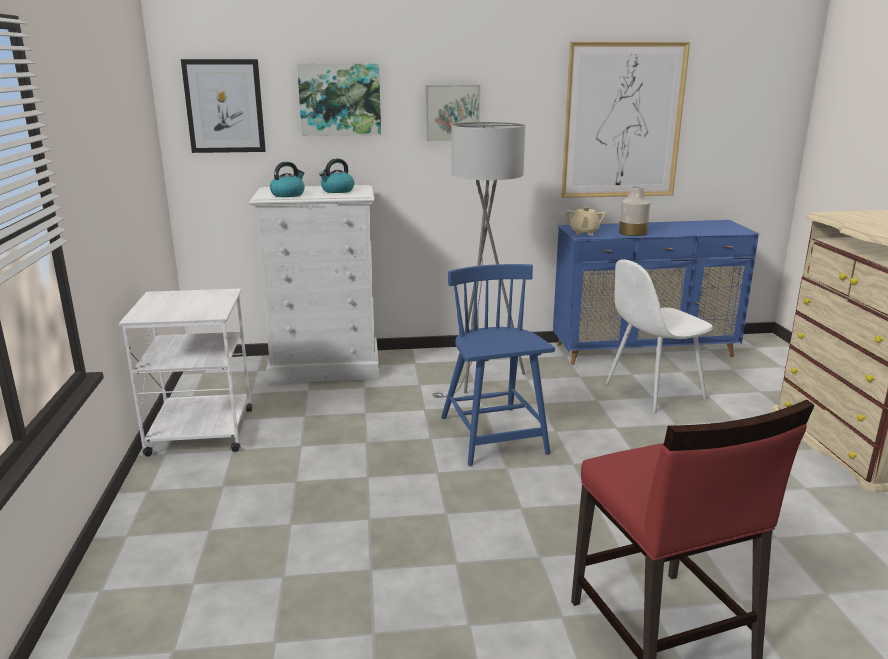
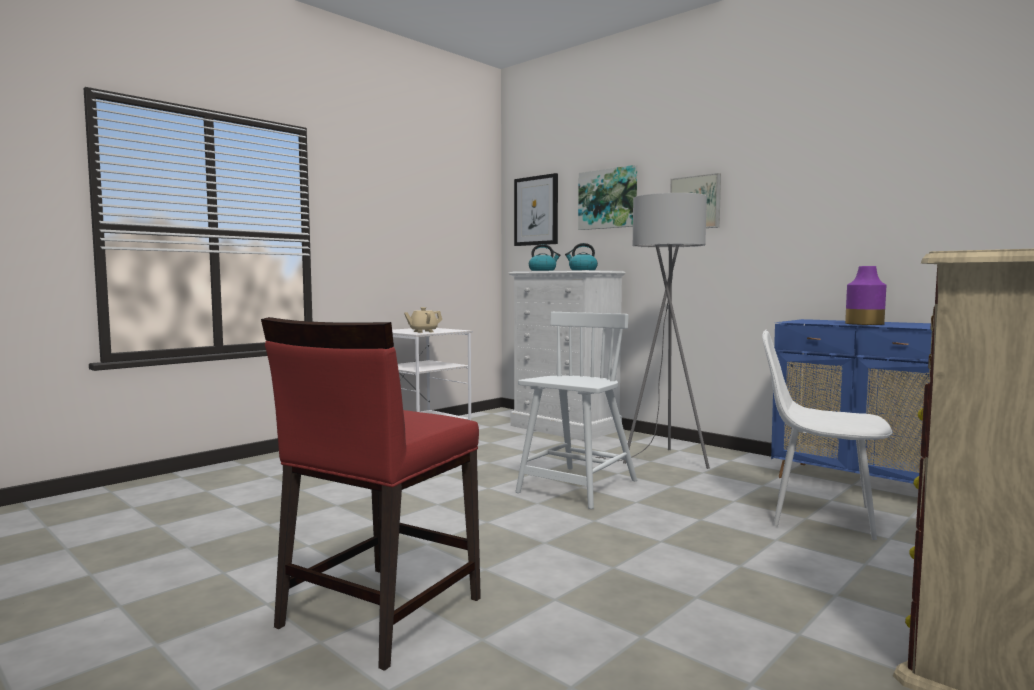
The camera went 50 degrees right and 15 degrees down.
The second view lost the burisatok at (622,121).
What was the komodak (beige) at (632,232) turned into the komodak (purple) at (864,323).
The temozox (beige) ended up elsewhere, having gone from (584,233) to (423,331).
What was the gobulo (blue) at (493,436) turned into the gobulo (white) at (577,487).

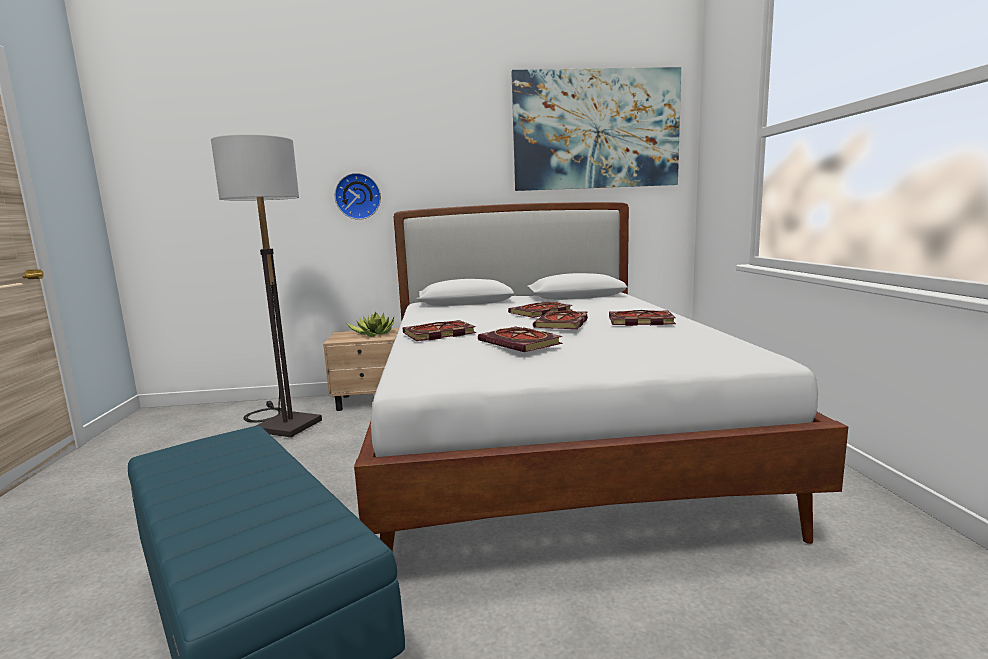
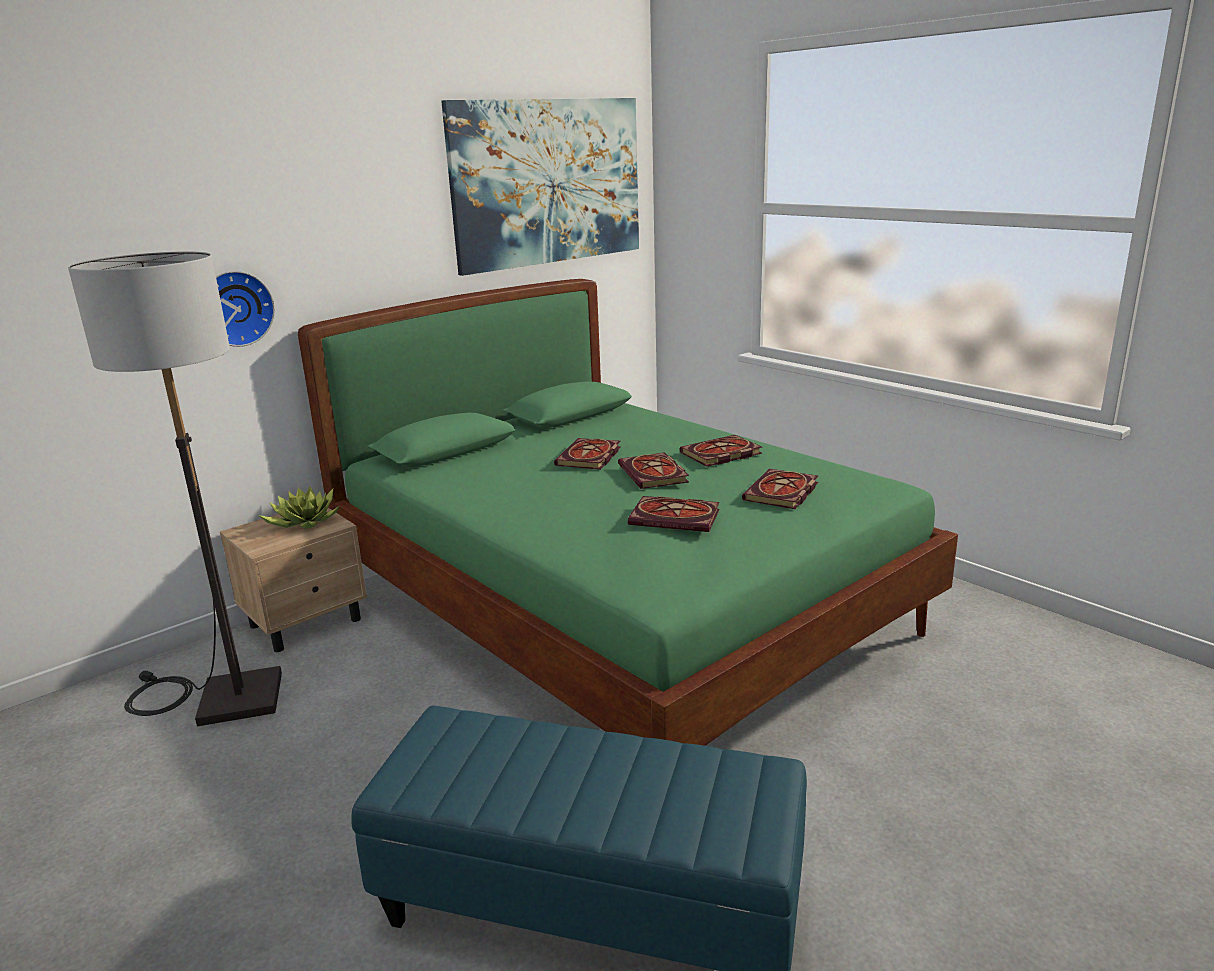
The camera went 35 degrees left and 10 degrees up.
What was the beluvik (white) at (547,444) turned into the beluvik (green) at (620,612).
The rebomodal ended up elsewhere, having gone from (438,334) to (782,493).

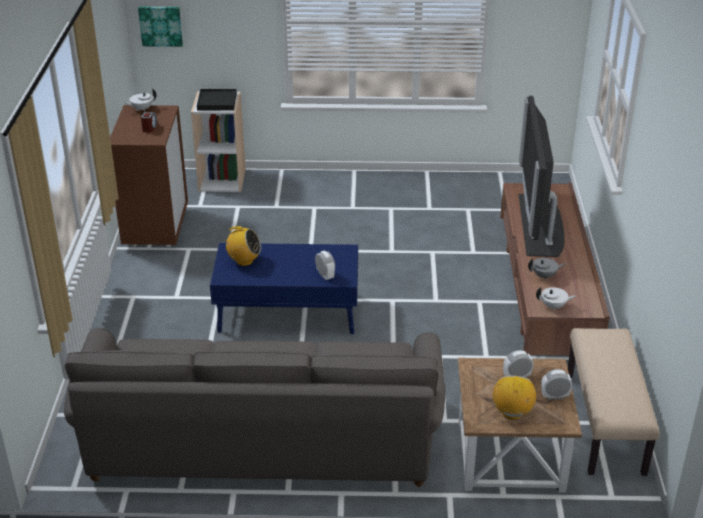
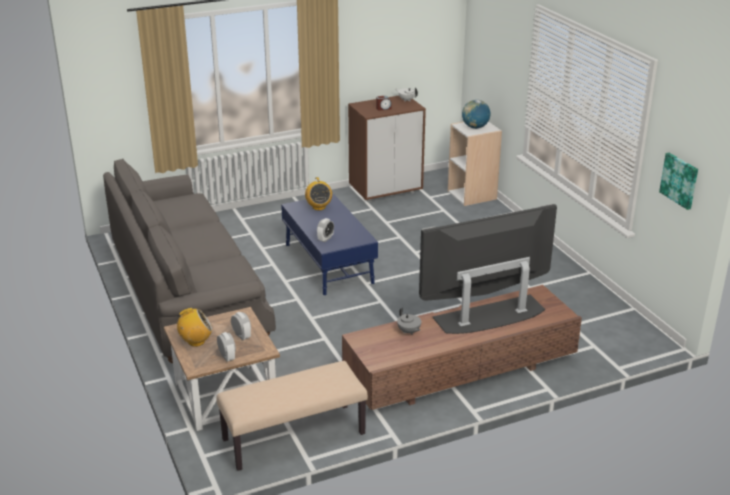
The camera went 65 degrees right and 5 degrees down.
The burisatok ended up elsewhere, having gone from (161,25) to (680,180).
Where the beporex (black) stood at (217,102), the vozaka came to stand at (475,127).
The second view lost the temozox (white) at (553,306).

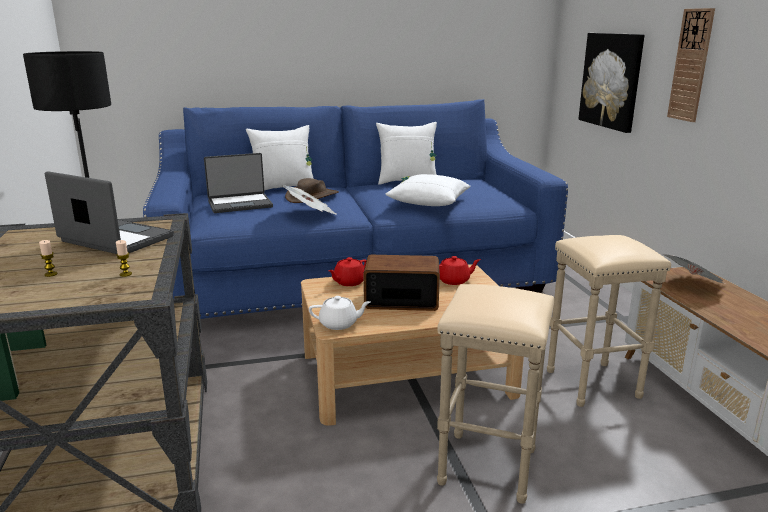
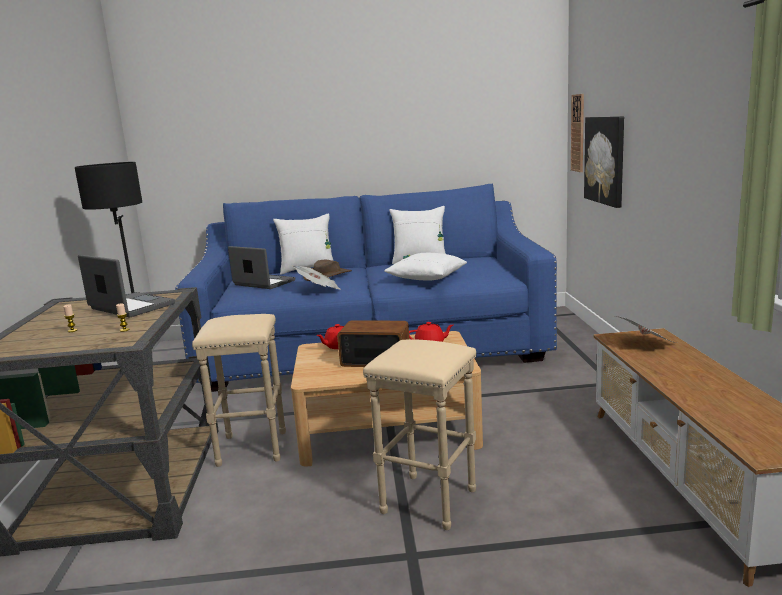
The camera went 10 degrees right and 5 degrees down.
The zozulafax ended up elsewhere, having gone from (691,65) to (578,133).
The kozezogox at (240,204) ended up facing another way, 135 degrees counterclockwise from before.
The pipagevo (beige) ended up elsewhere, having gone from (595,384) to (253,448).
The second view lost the temozox (white) at (339,324).

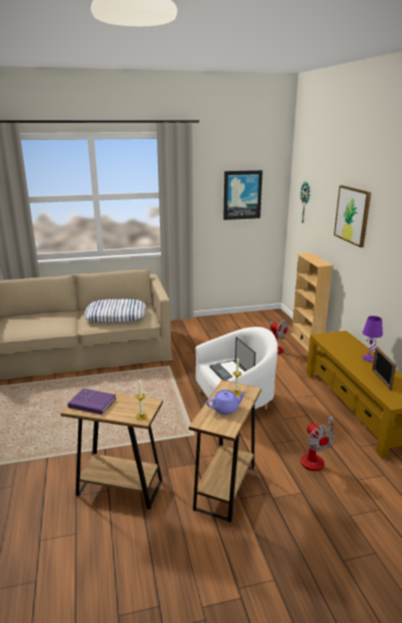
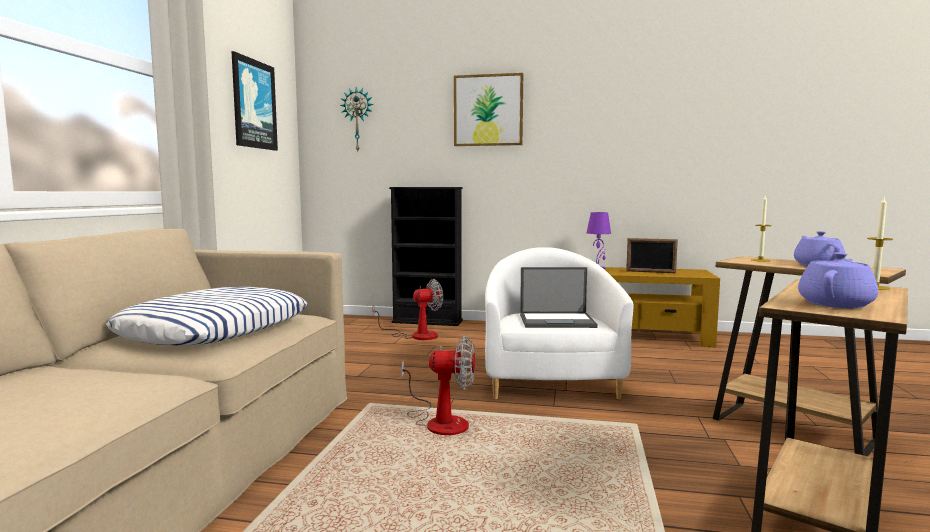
The camera went 65 degrees left and 15 degrees down.
What was the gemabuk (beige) at (306,342) turned into the gemabuk (black) at (427,321).
Where the rebomodal (purple) stood at (92,403), the temozox (purple) came to stand at (836,304).
The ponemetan ended up elsewhere, having gone from (315,457) to (440,422).

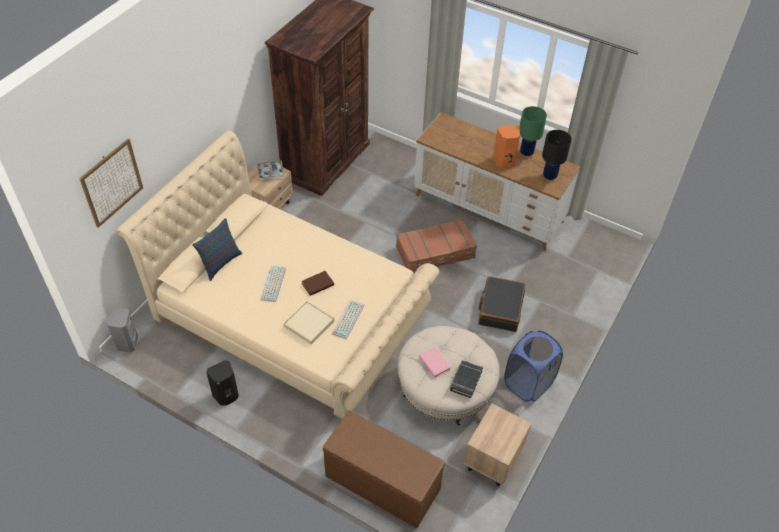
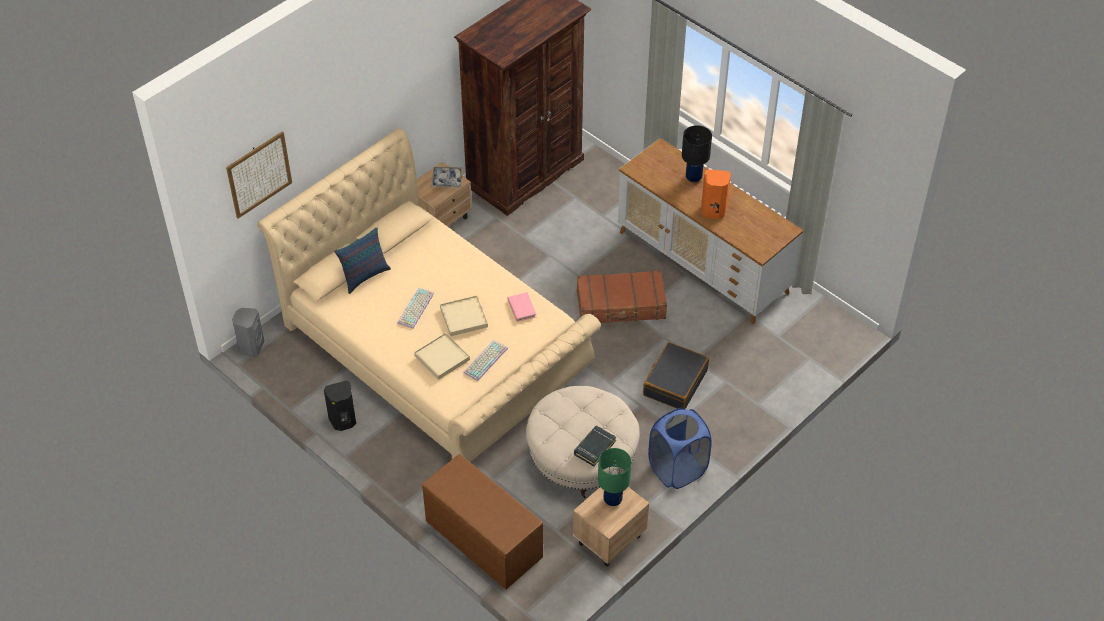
The camera went 15 degrees right and 0 degrees up.
The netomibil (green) ended up elsewhere, having gone from (526,153) to (612,500).
The netomibil (black) ended up elsewhere, having gone from (550,176) to (694,178).
Where the rebomodal (brown) stood at (318,284), the beporex (beige) came to stand at (463,317).
The rebomodal (pink) ended up elsewhere, having gone from (434,363) to (521,308).

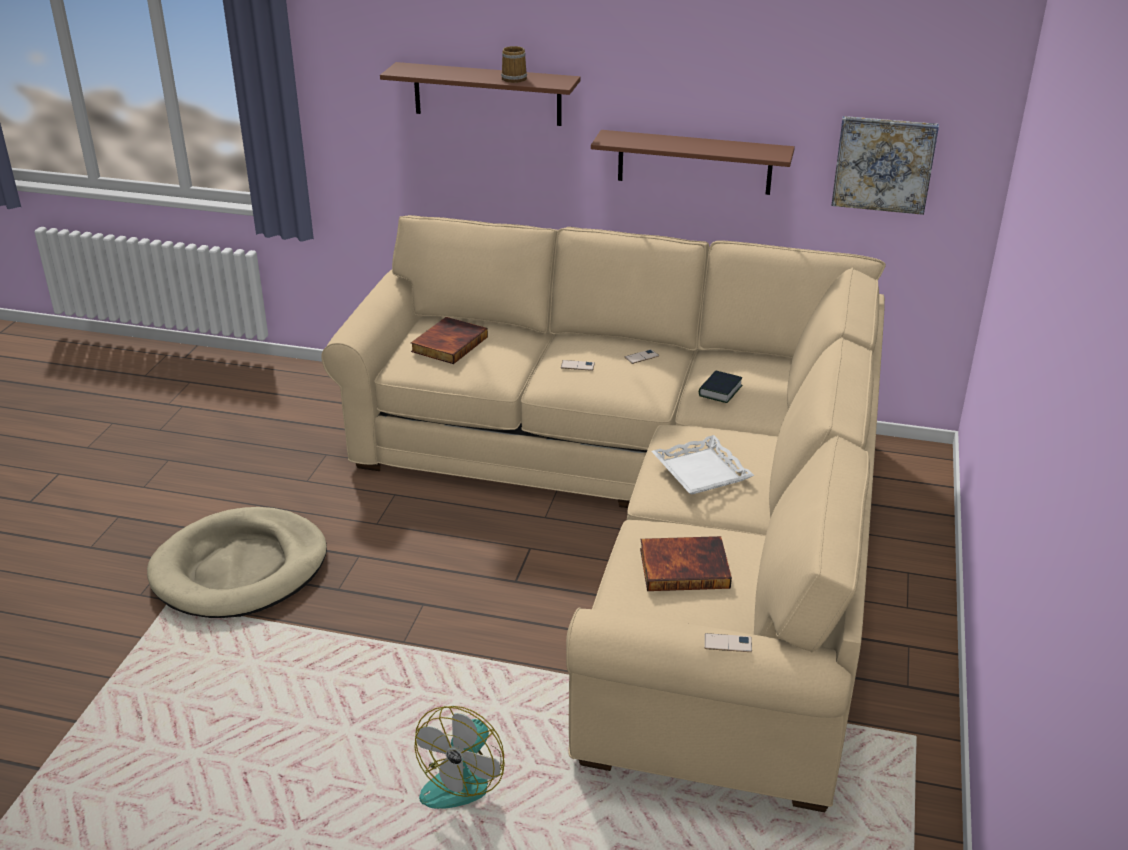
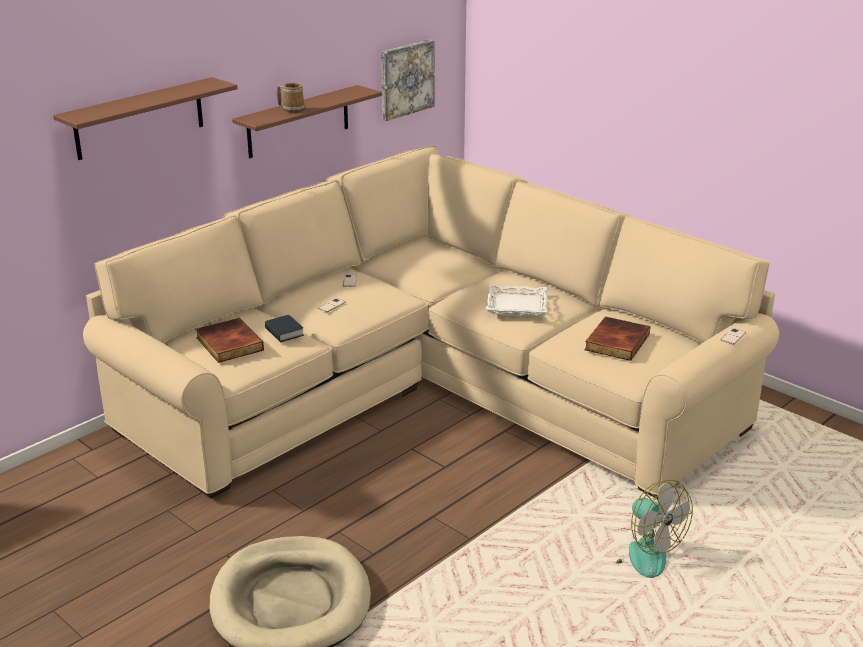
The camera went 60 degrees left and 5 degrees down.
The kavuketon ended up elsewhere, having gone from (514,78) to (292,109).
The rebomodal ended up elsewhere, having gone from (720,391) to (284,332).

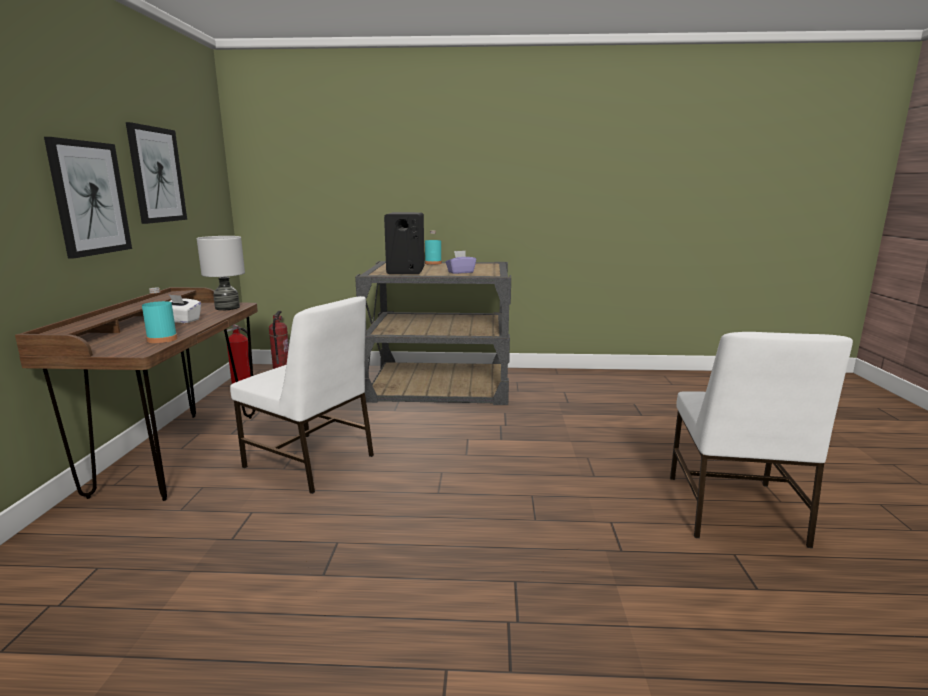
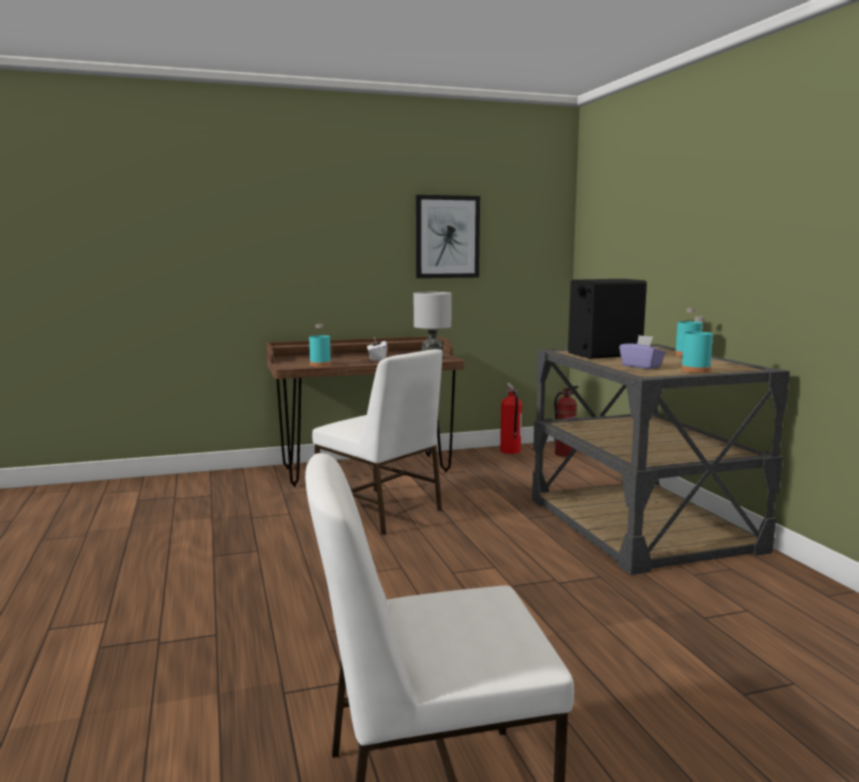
The camera went 70 degrees right and 5 degrees down.
The second view lost the burisatok at (89,198).
The gobulo (white) at (310,462) ended up facing another way, 60 degrees counterclockwise from before.
The second view gained the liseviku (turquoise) at (695,370).

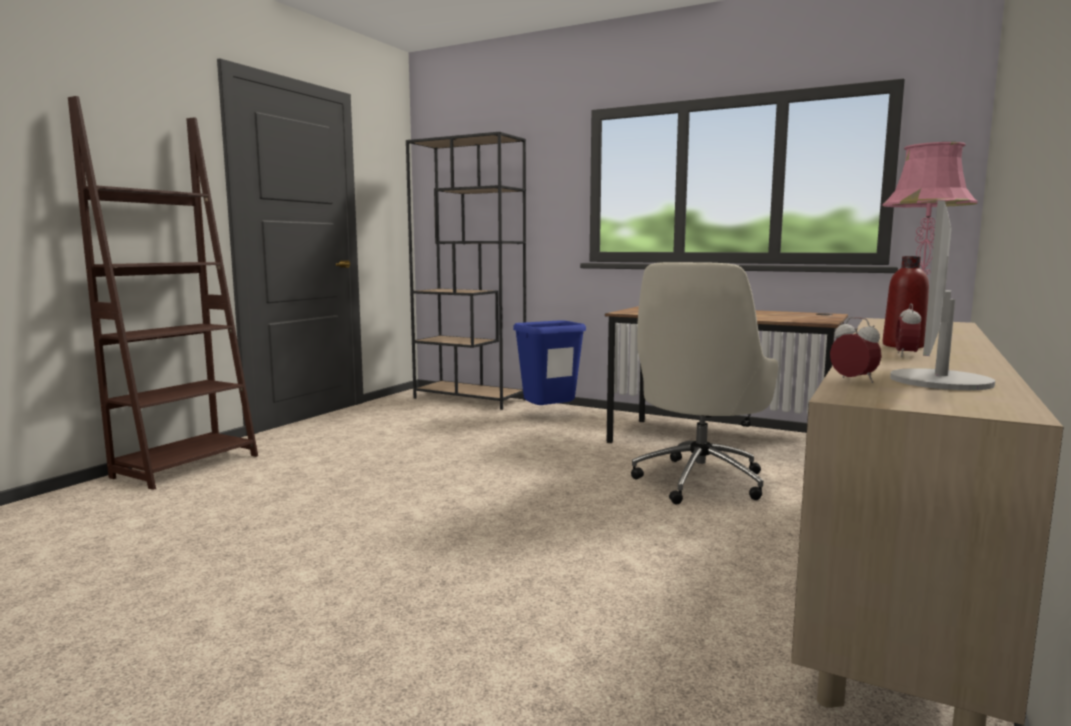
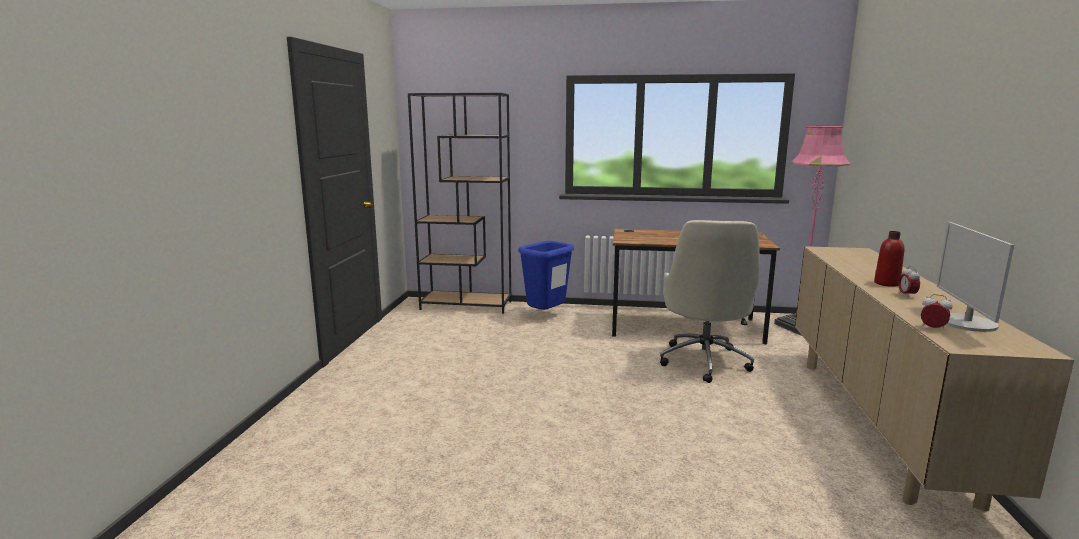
The camera went 20 degrees left and 5 degrees up.
The second view lost the gemabuk (brown) at (186,466).

